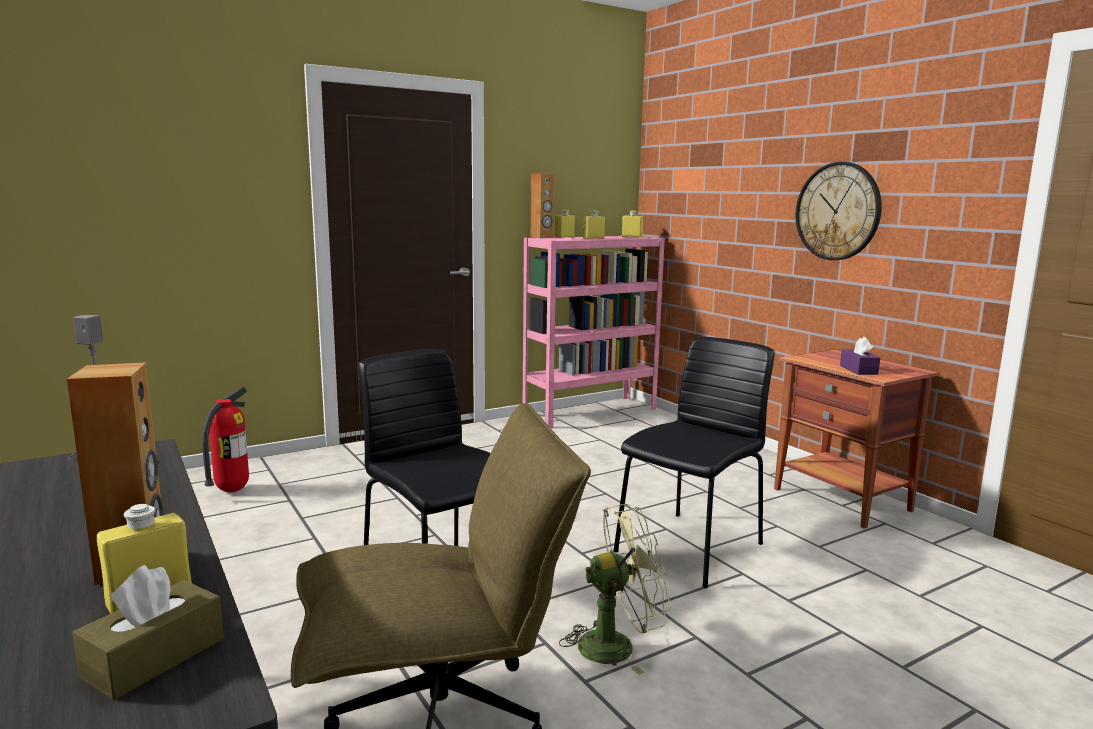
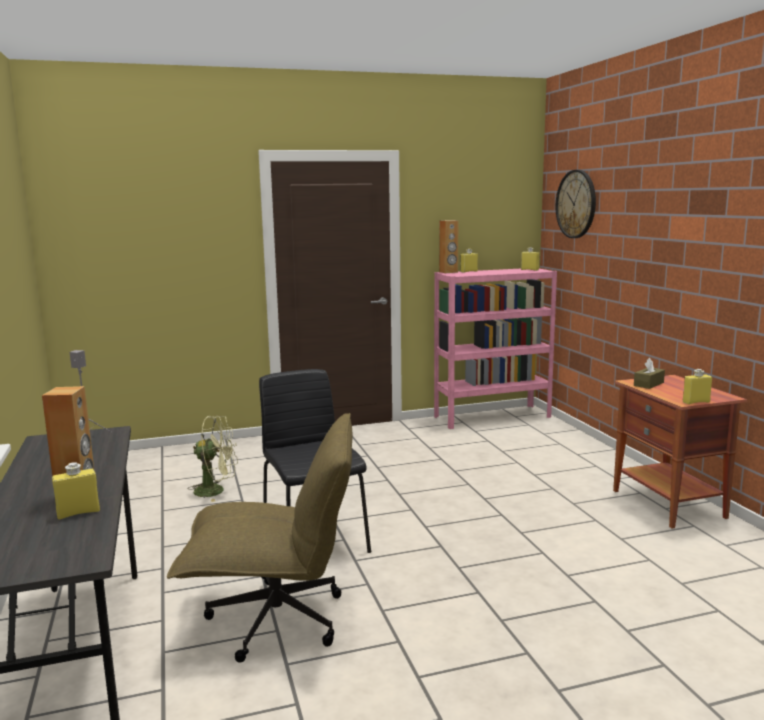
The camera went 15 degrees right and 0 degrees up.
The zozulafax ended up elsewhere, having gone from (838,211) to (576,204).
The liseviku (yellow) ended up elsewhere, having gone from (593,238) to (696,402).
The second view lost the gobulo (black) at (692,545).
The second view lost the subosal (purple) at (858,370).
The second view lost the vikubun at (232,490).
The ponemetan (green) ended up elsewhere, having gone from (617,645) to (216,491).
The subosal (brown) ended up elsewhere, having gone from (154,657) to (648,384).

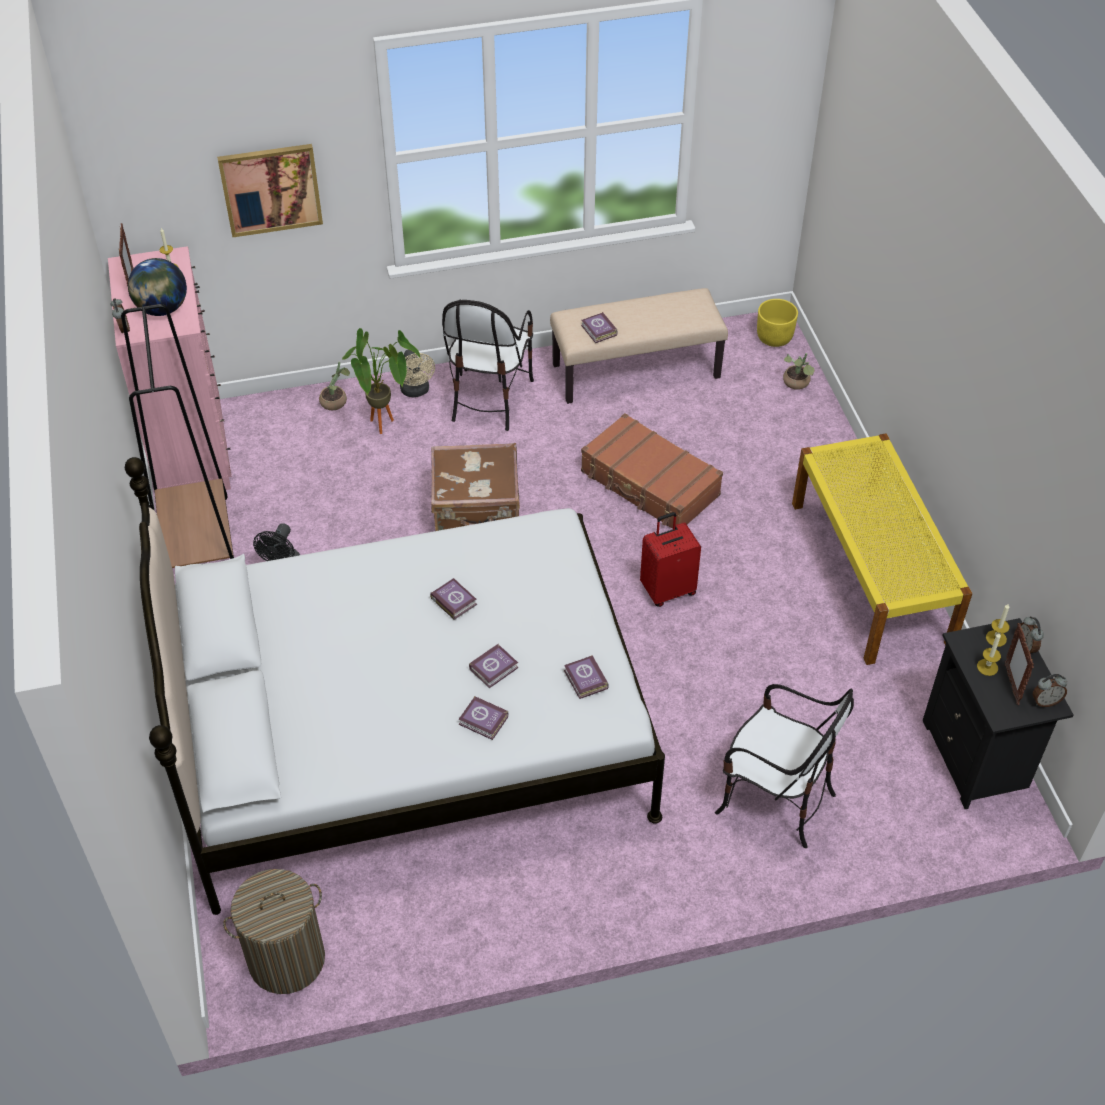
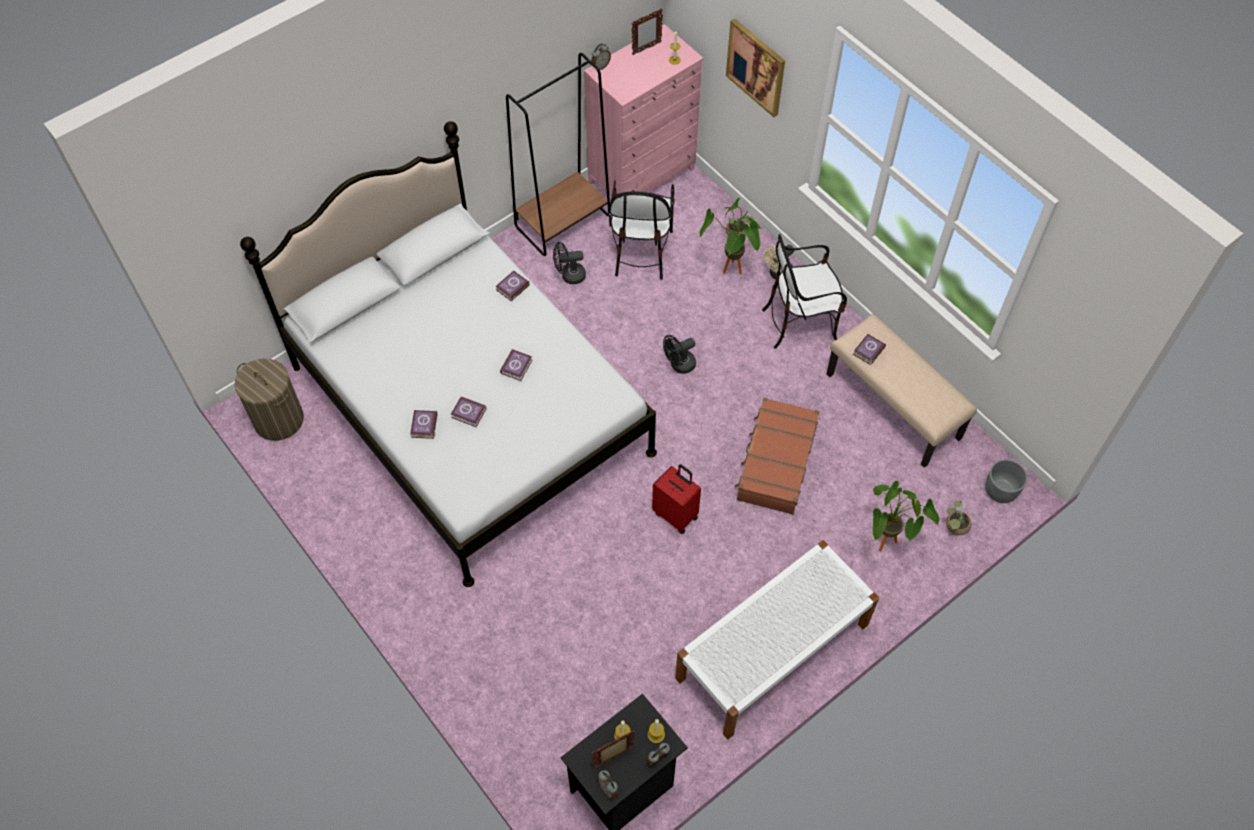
The camera went 65 degrees right and 10 degrees up.
The second view lost the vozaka at (162,309).
What was the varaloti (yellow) at (774,338) turned into the varaloti (grey) at (1000,490).
What was the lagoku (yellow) at (871,572) turned into the lagoku (white) at (773,652).
Where the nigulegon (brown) stood at (477,516), the ponemetan (black) came to stand at (679,365).
The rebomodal ended up elsewhere, having gone from (585,680) to (511,287).
The gobulo ended up elsewhere, having gone from (774,800) to (640,252).
The second view gained the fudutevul at (886,547).

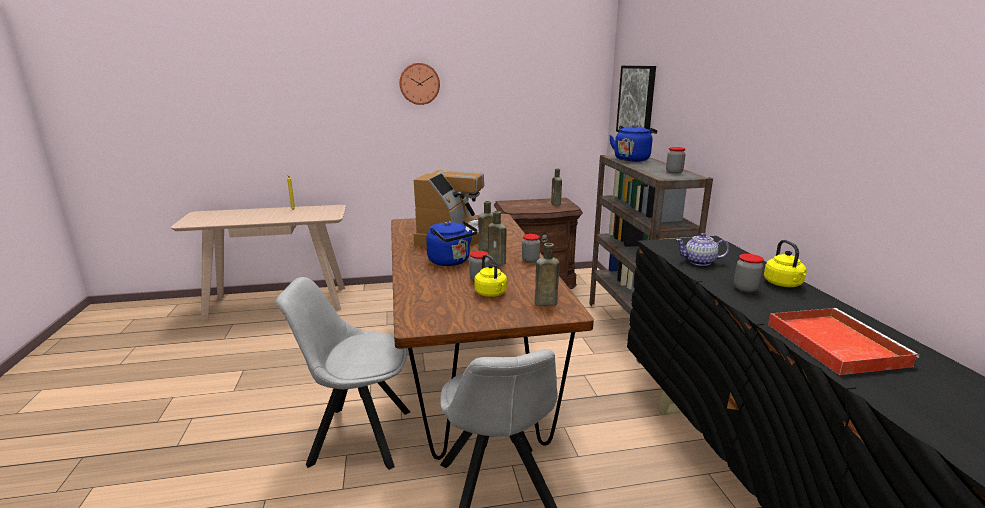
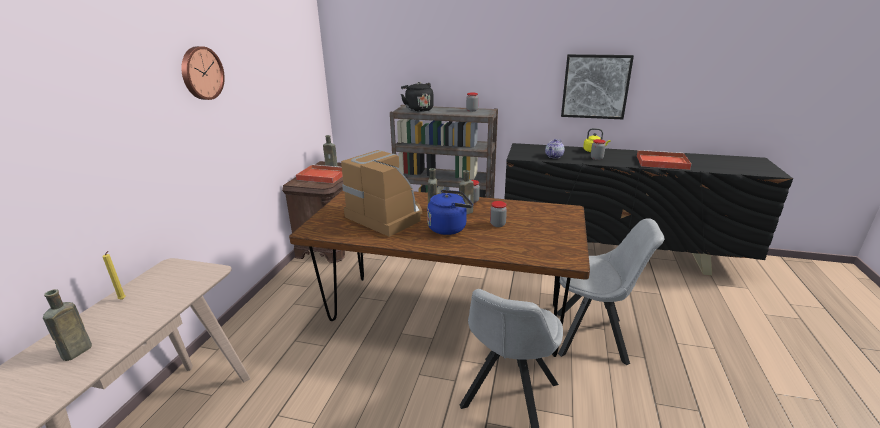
The camera went 65 degrees left and 5 degrees up.
The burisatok ended up elsewhere, having gone from (636,101) to (595,86).
What was the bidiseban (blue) at (632,159) turned into the bidiseban (black) at (418,109).
The liseviku (brown) ended up elsewhere, having gone from (544,303) to (75,353).
The second view lost the bidiseban (yellow) at (491,294).
The second view gained the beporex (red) at (321,176).

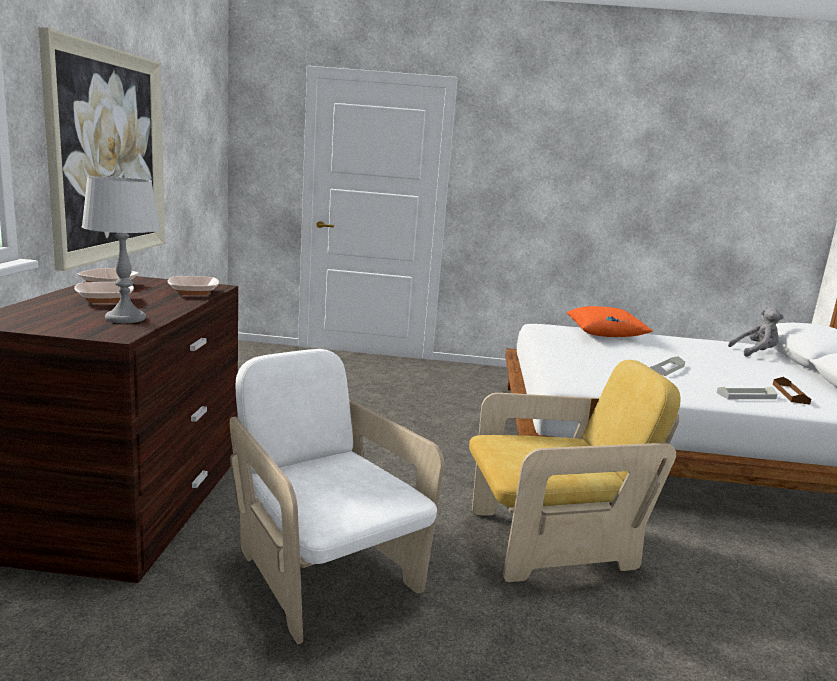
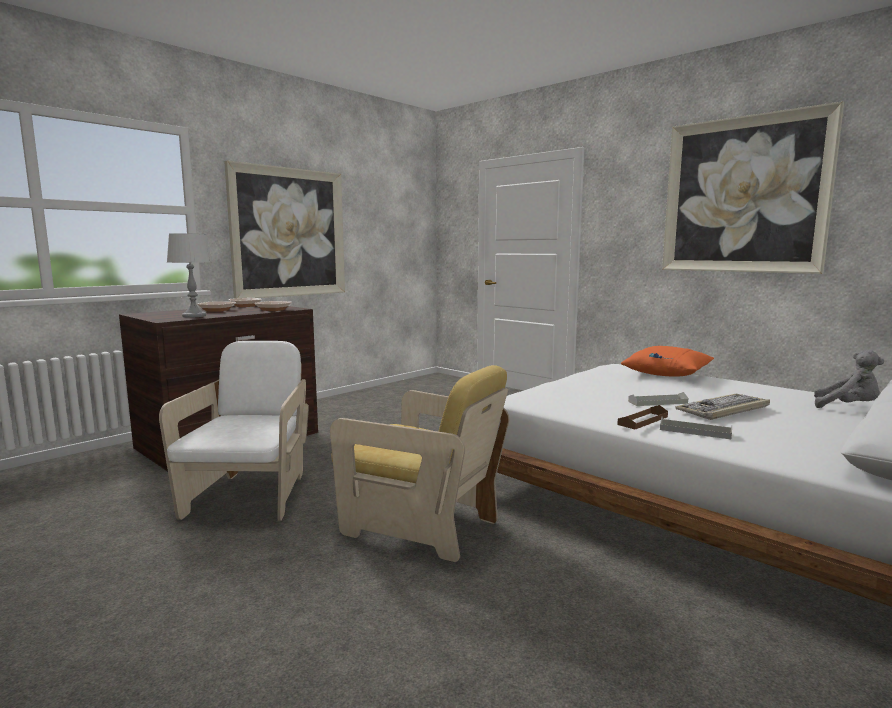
The camera went 40 degrees right and 5 degrees down.
The beporex (brown) ended up elsewhere, having gone from (790,394) to (643,421).
The second view gained the burisatok at (744,195).
The second view gained the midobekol at (723,409).

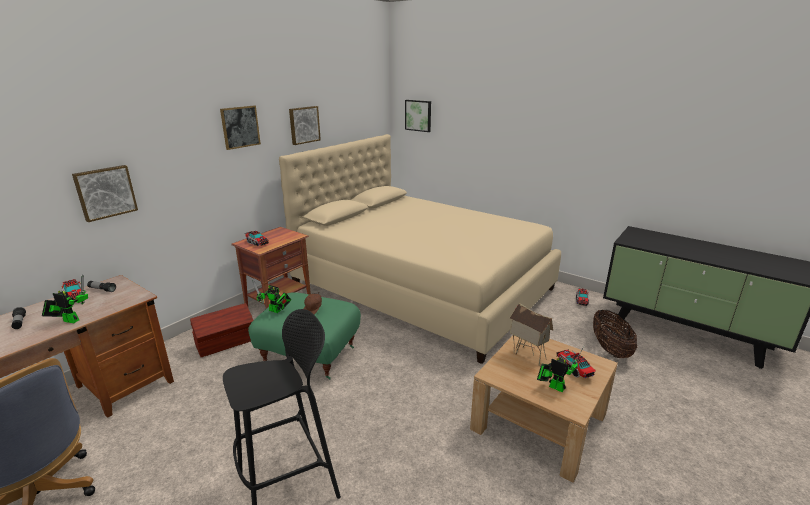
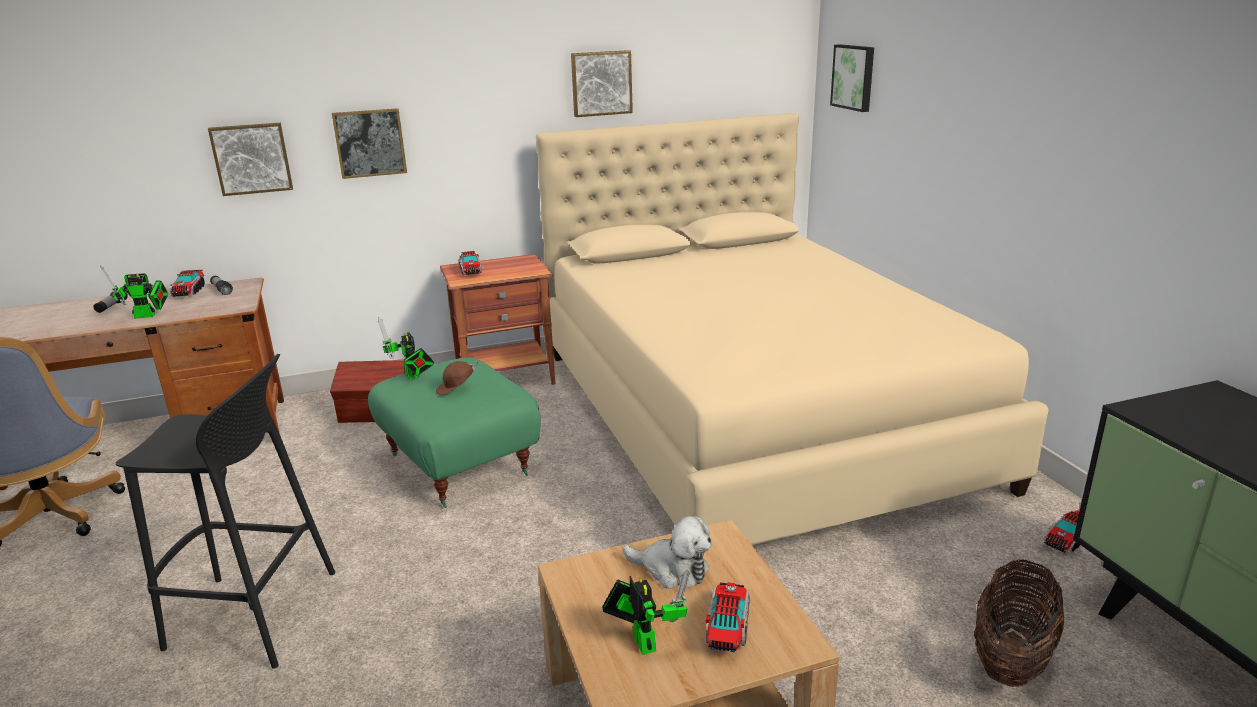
The camera went 35 degrees right and 0 degrees up.
The burisatok ended up elsewhere, having gone from (240,127) to (370,143).
The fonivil at (69,320) ended up facing another way, 120 degrees clockwise from before.
Where the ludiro stood at (526,355), the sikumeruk came to stand at (672,569).

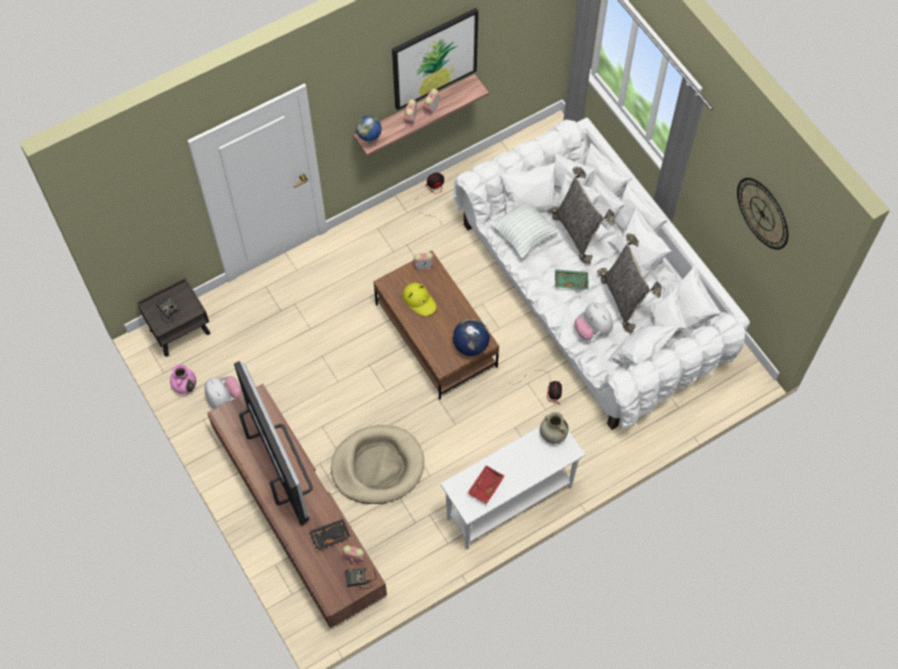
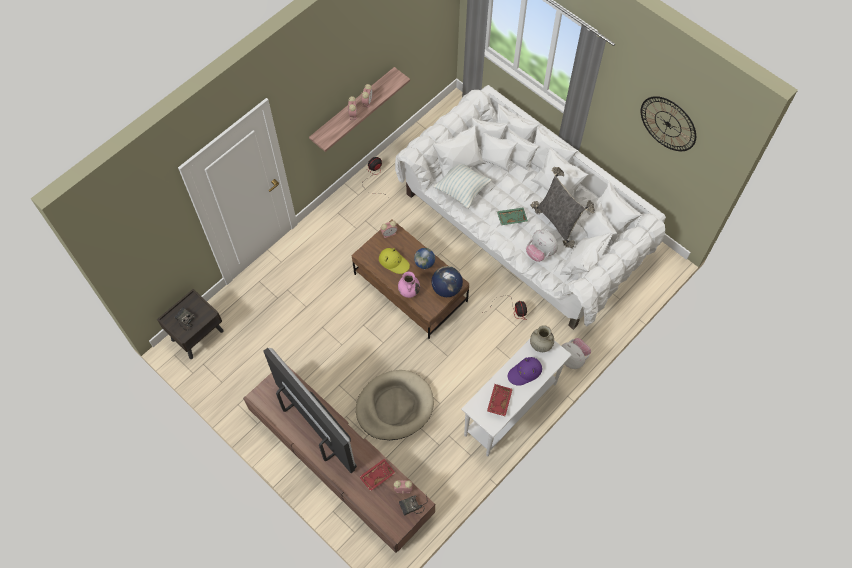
The camera went 15 degrees left and 0 degrees up.
The second view lost the burisatok at (434,58).
The vozaka ended up elsewhere, having gone from (370,142) to (425,268).
The second view lost the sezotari at (579,234).
The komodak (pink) ended up elsewhere, having gone from (185,386) to (409,291).
The sikumeruk ended up elsewhere, having gone from (224,399) to (573,358).
What was the beporex (black) at (330,535) turned into the beporex (red) at (377,475).
The second view gained the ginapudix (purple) at (525,372).

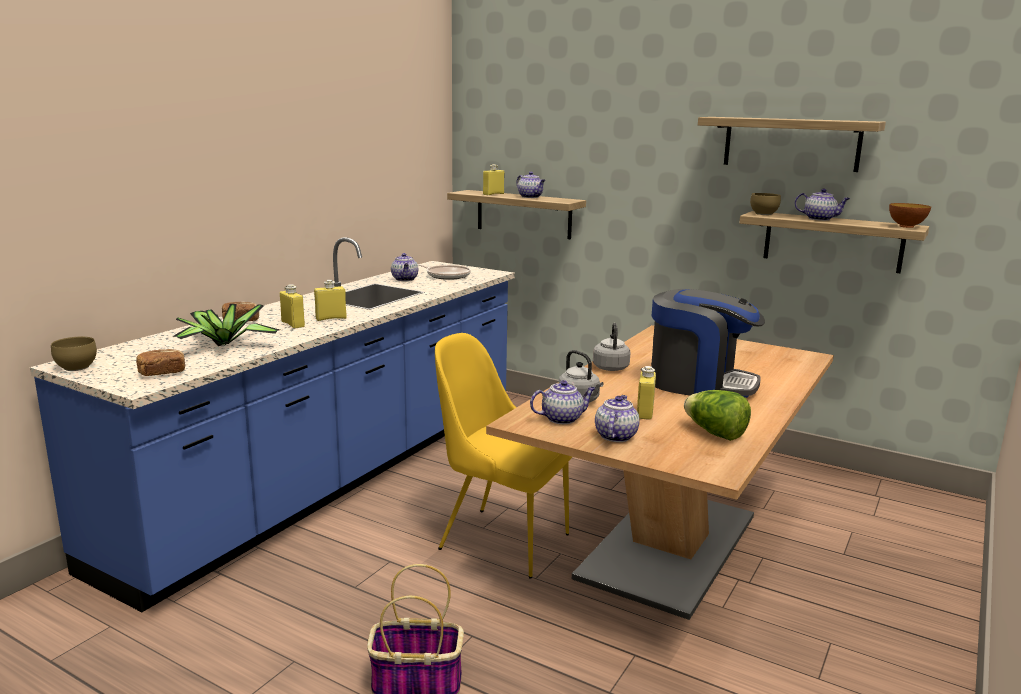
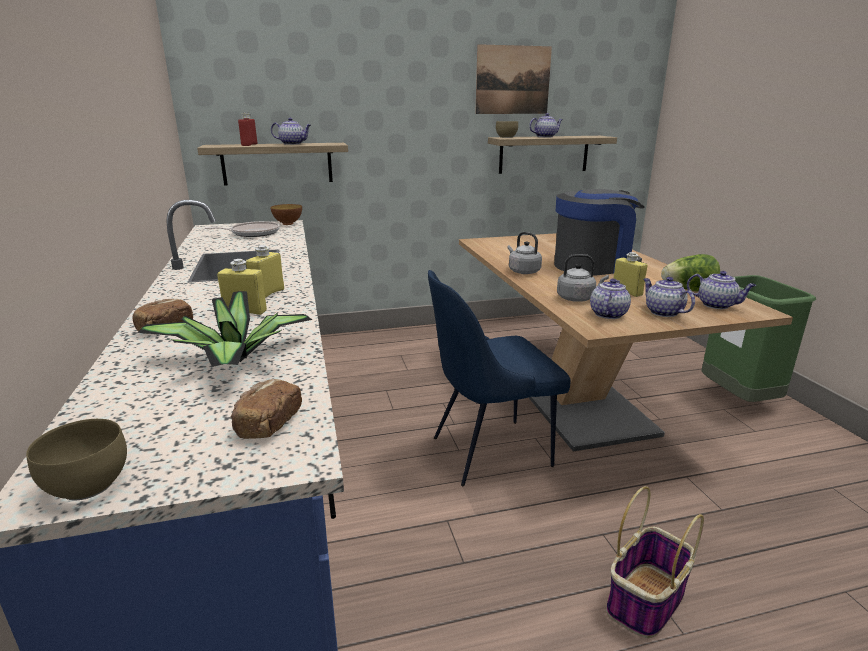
The camera went 45 degrees left and 5 degrees up.
Where the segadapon hung at (791,143), the burisatok came to hang at (513,80).
What was the liseviku (yellow) at (493,194) turned into the liseviku (red) at (249,145).
The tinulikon ended up elsewhere, having gone from (906,226) to (288,224).
The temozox ended up elsewhere, having gone from (405,279) to (717,305).
What was the gobulo (yellow) at (503,542) turned into the gobulo (blue) at (490,452).
The second view gained the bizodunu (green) at (738,399).

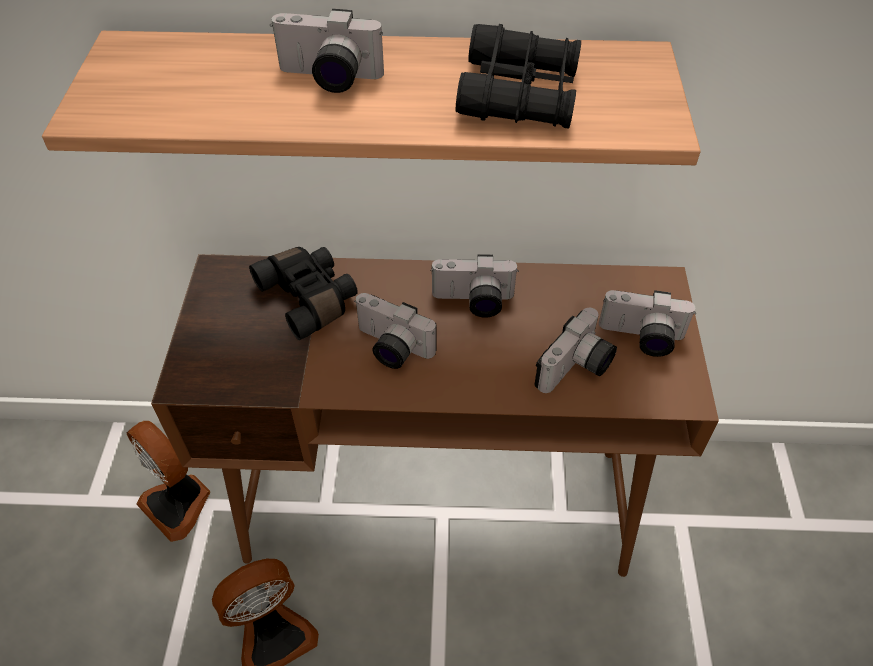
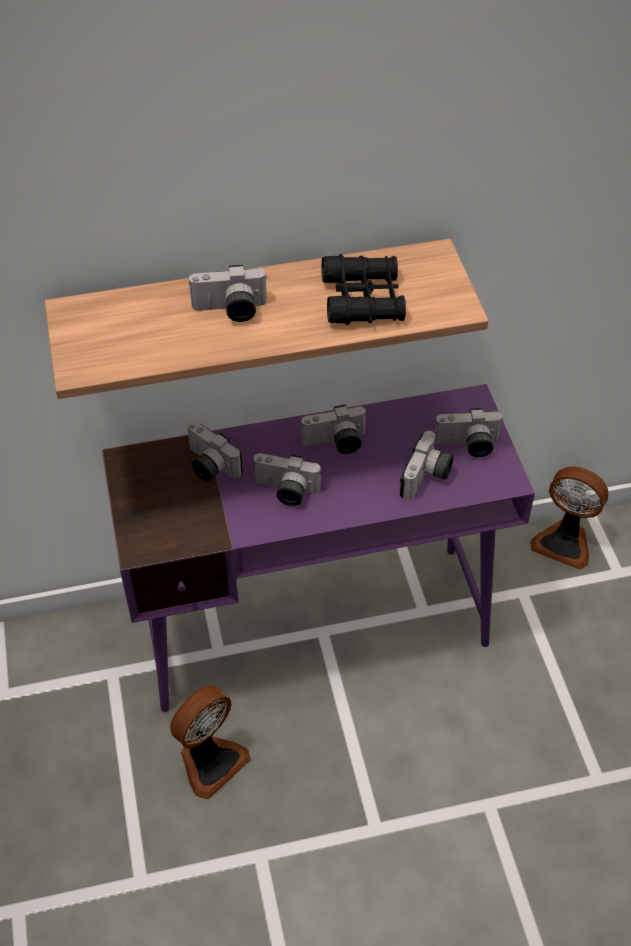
The camera went 15 degrees left and 0 degrees up.
Where the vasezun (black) stood at (310,298), the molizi came to stand at (208,466).
What was the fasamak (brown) at (438,504) turned into the fasamak (purple) at (316,625).
The ponemetan ended up elsewhere, having gone from (178,503) to (564,542).

